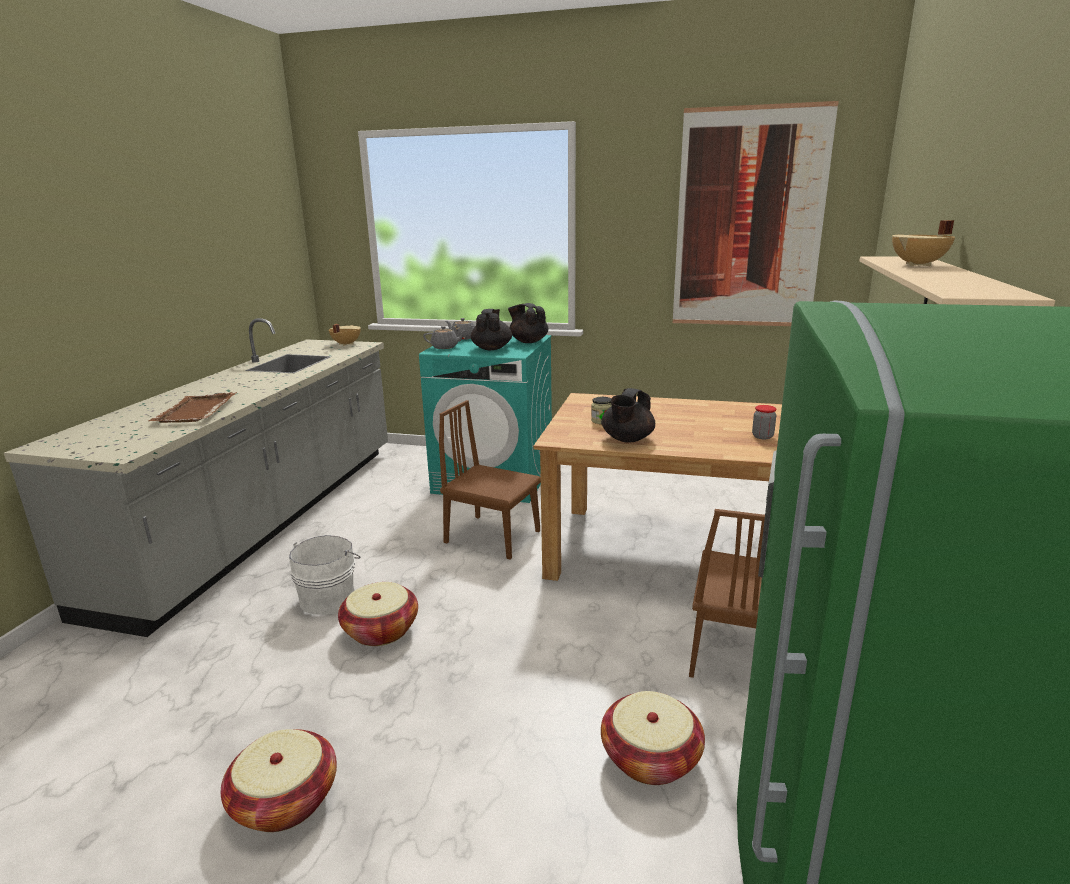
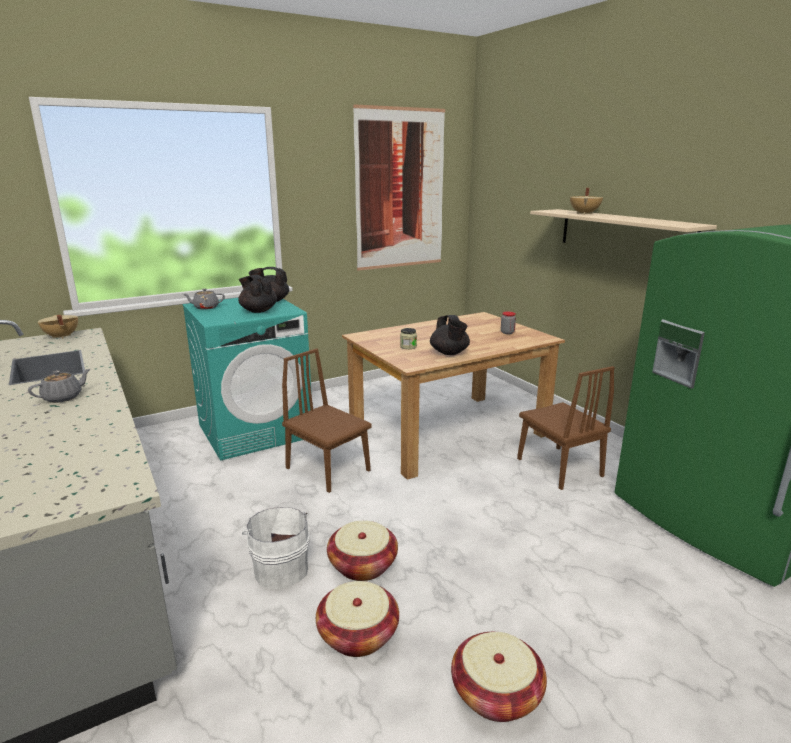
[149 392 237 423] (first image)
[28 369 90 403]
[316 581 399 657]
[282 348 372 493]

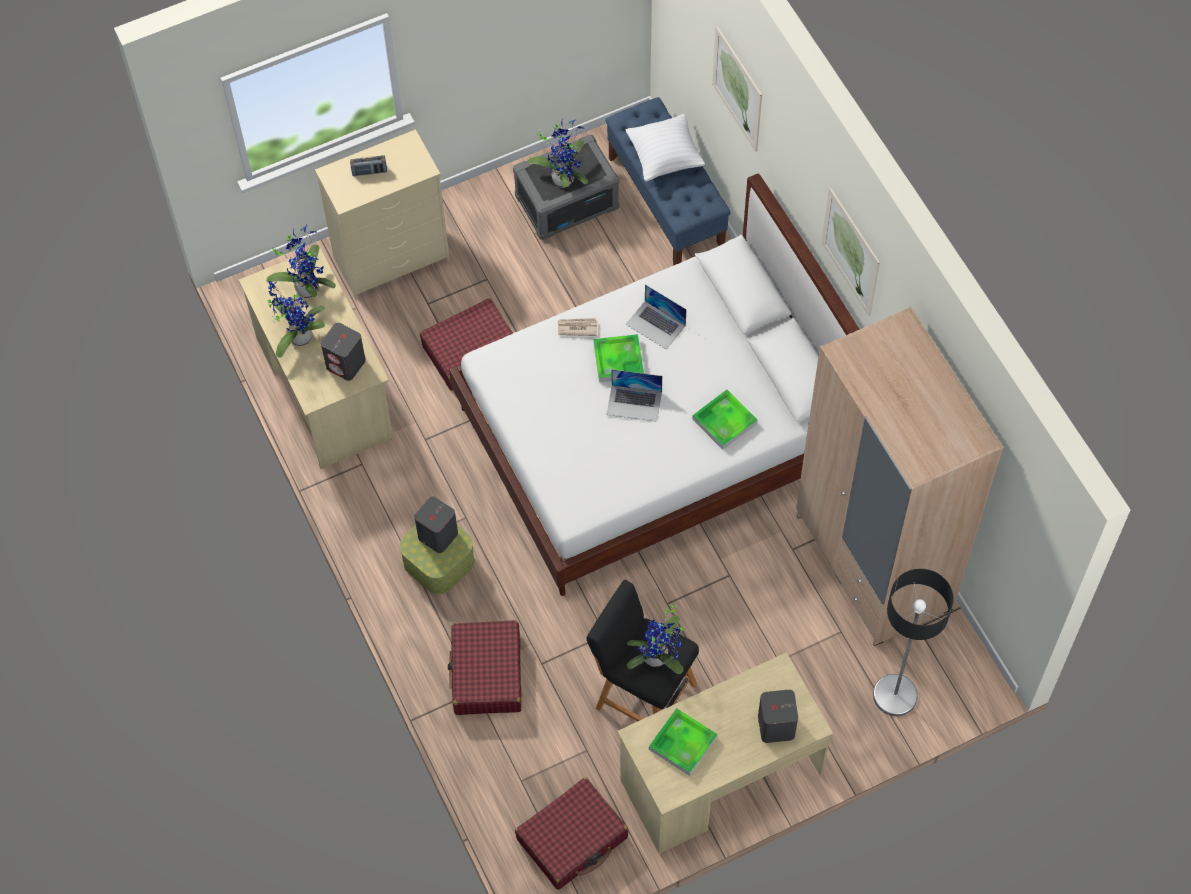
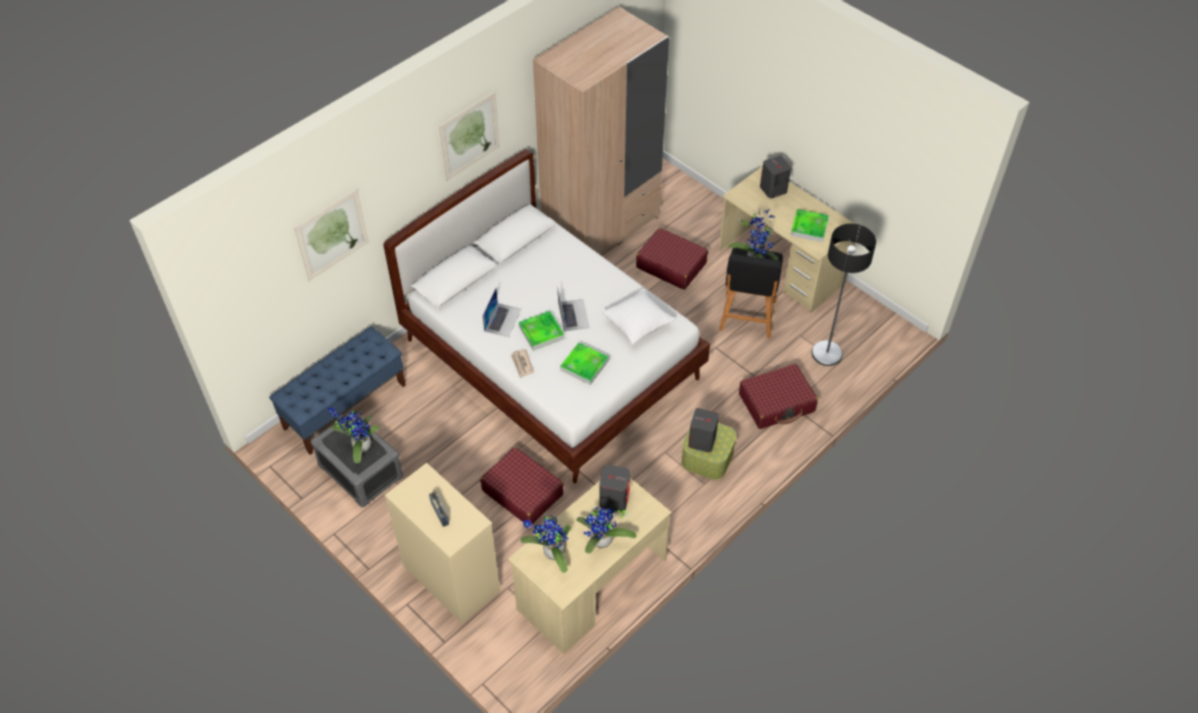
[636 228 708 290]
[602 288 675 345]
[560 343 609 385]
[812 224 876 366]

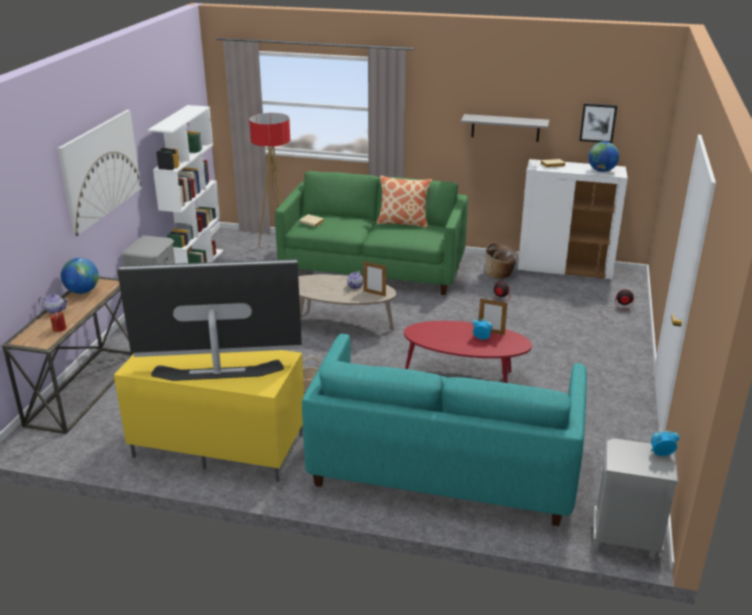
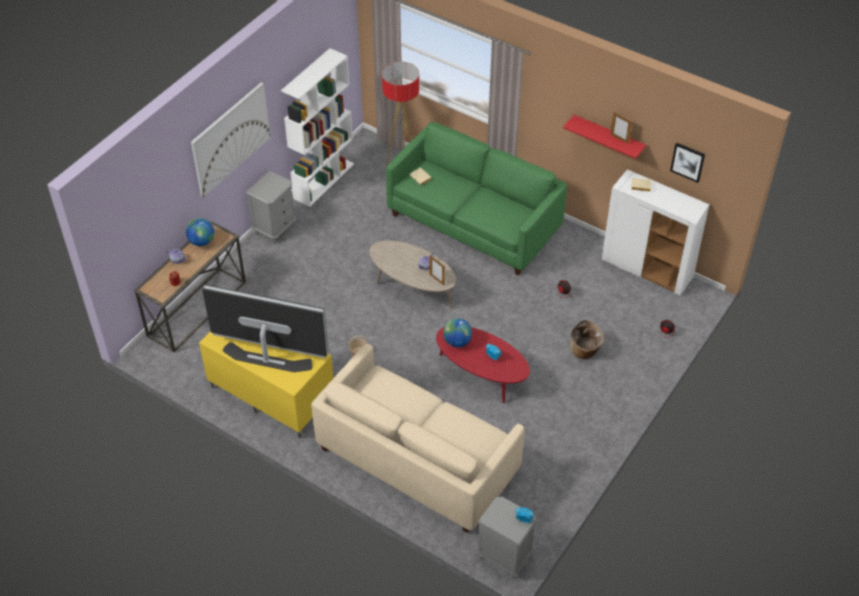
[376 175 432 228] (first image)
[610 112 632 144]
[570 320 604 359]
[443 318 472 347]
[311 343 525 533]
[563 115 646 159]

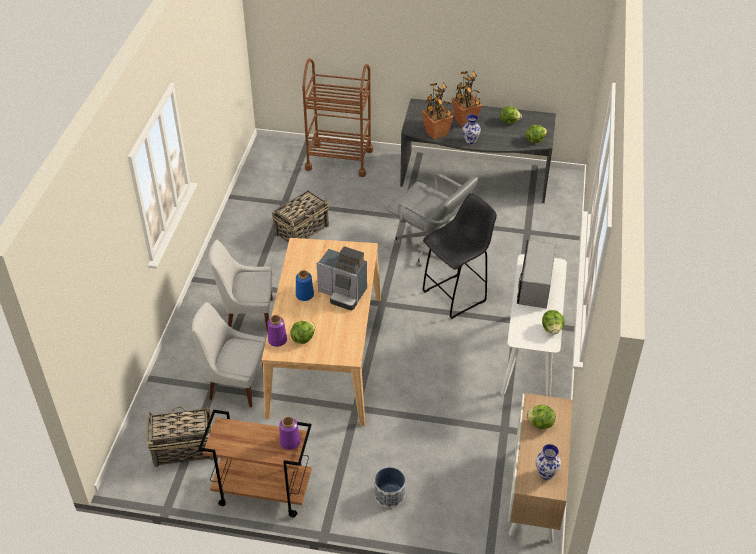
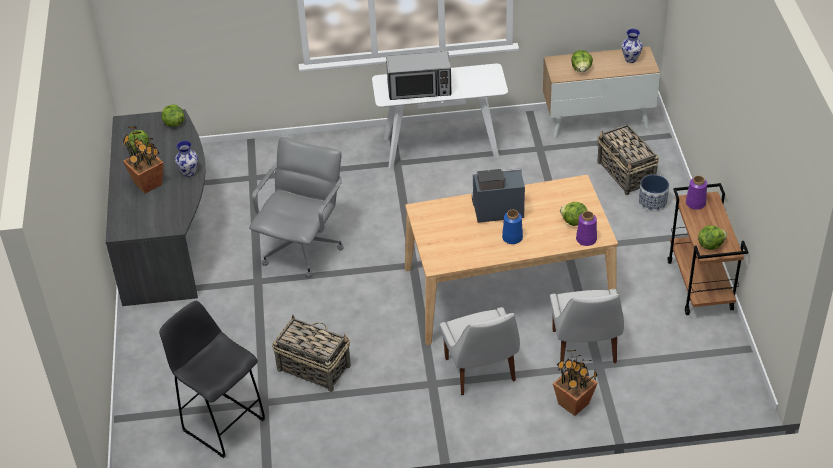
[302 58 373 177] (first image)
[597 124 659 195]
[553 350 598 416]
[159 301 265 458]
[698 225 727 250]
[472 168 525 223]

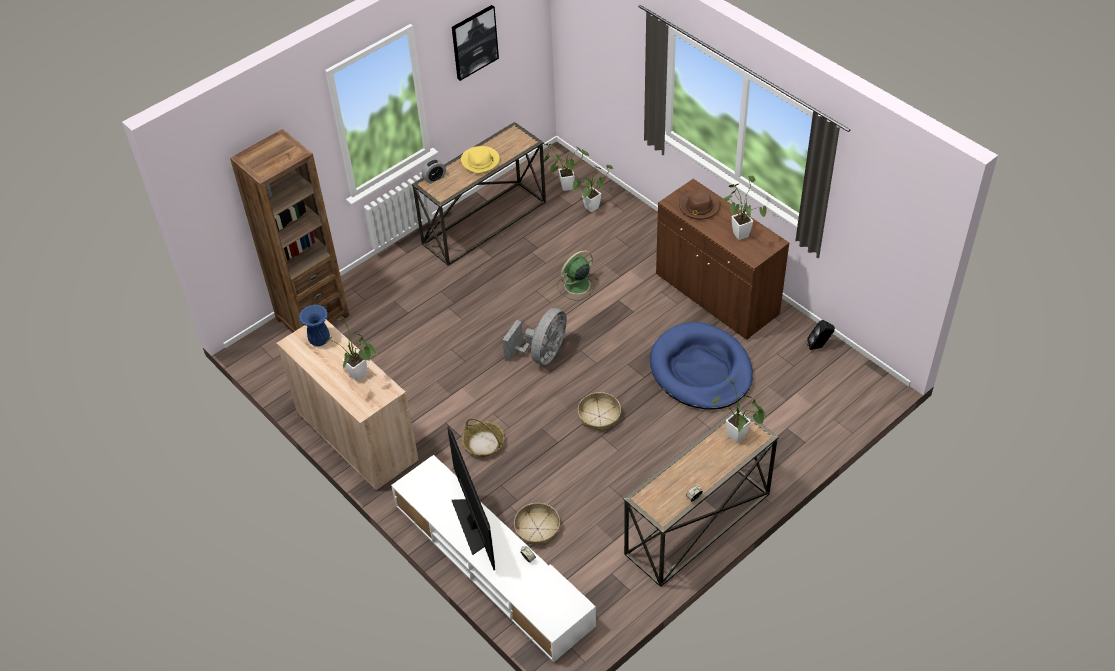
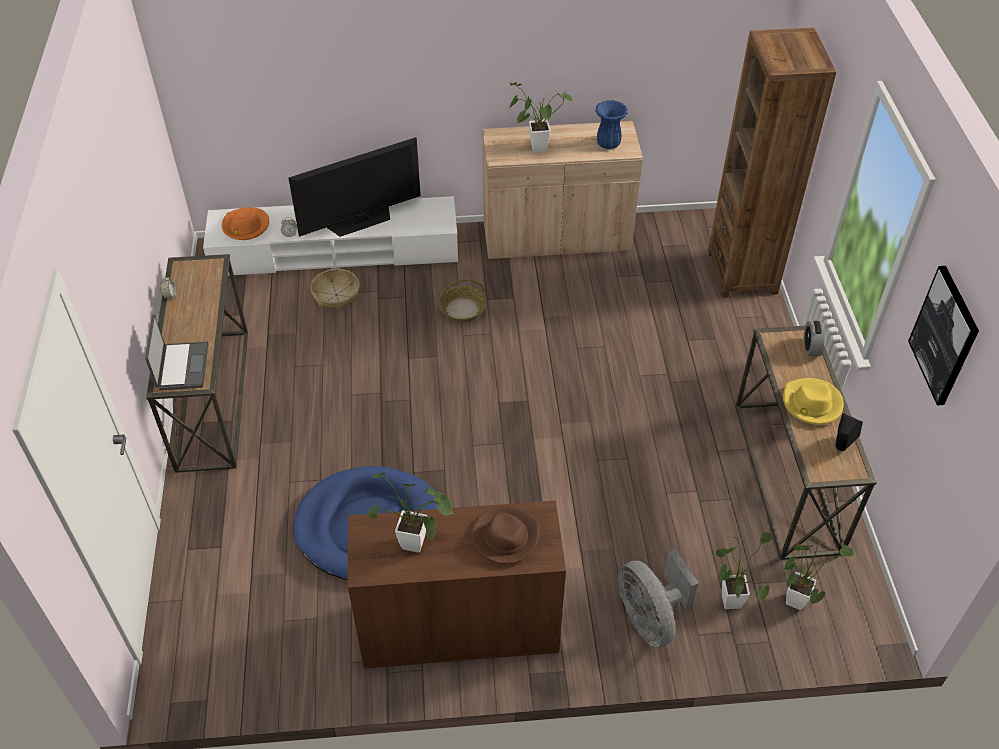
[557 250 597 300] (first image)
[578 392 621 432] (first image)
[222 207 269 240]
[618 549 699 648]
[835 413 863 451]
[145 314 209 390]
[289 137 421 237]

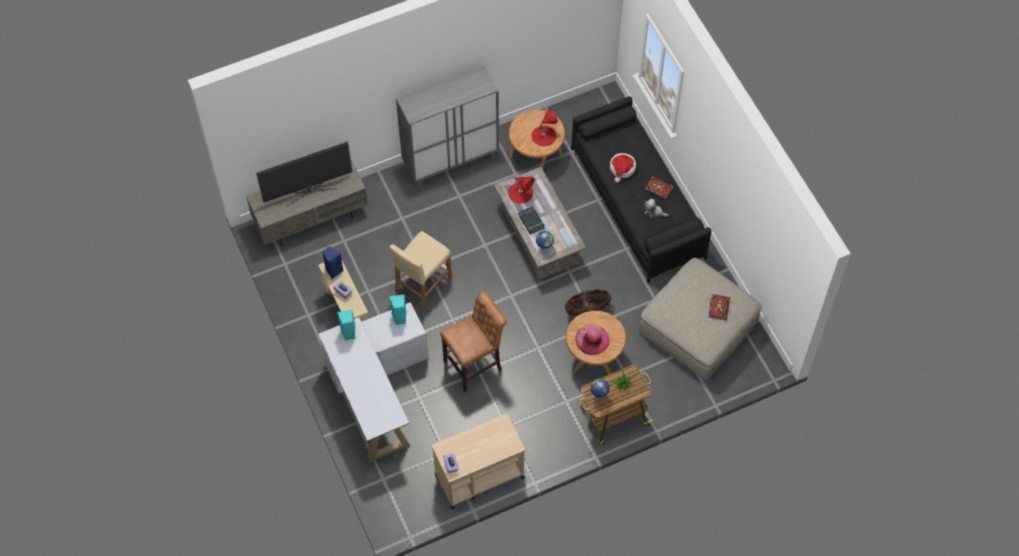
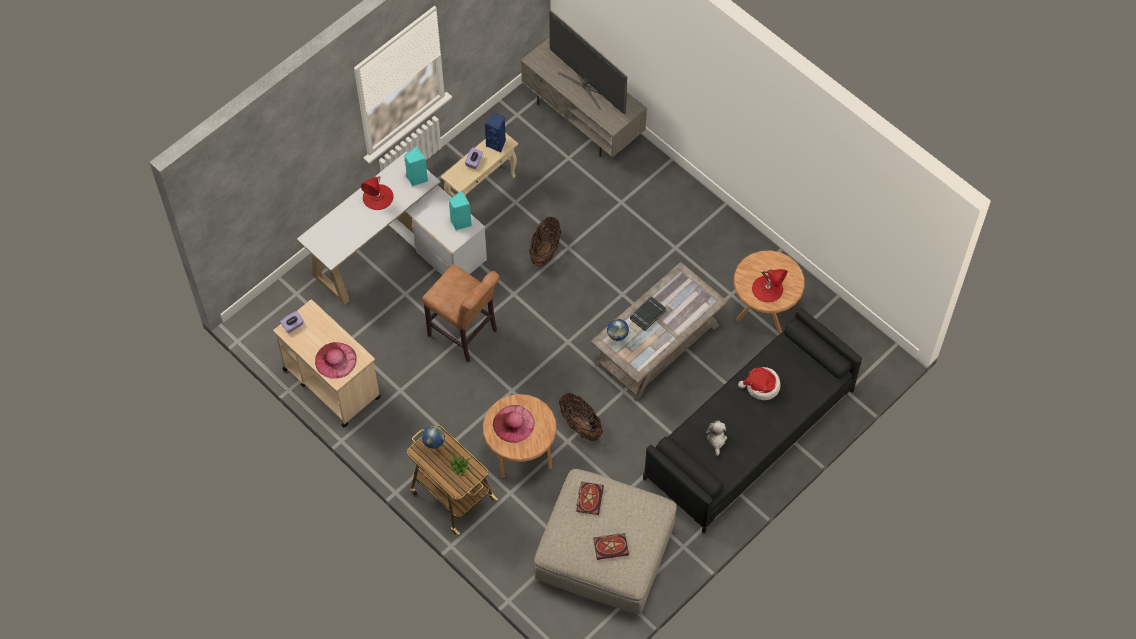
[396 65 499 187] (first image)
[315 342 357 379]
[361 176 393 210]
[576 482 604 515]
[529 216 561 267]

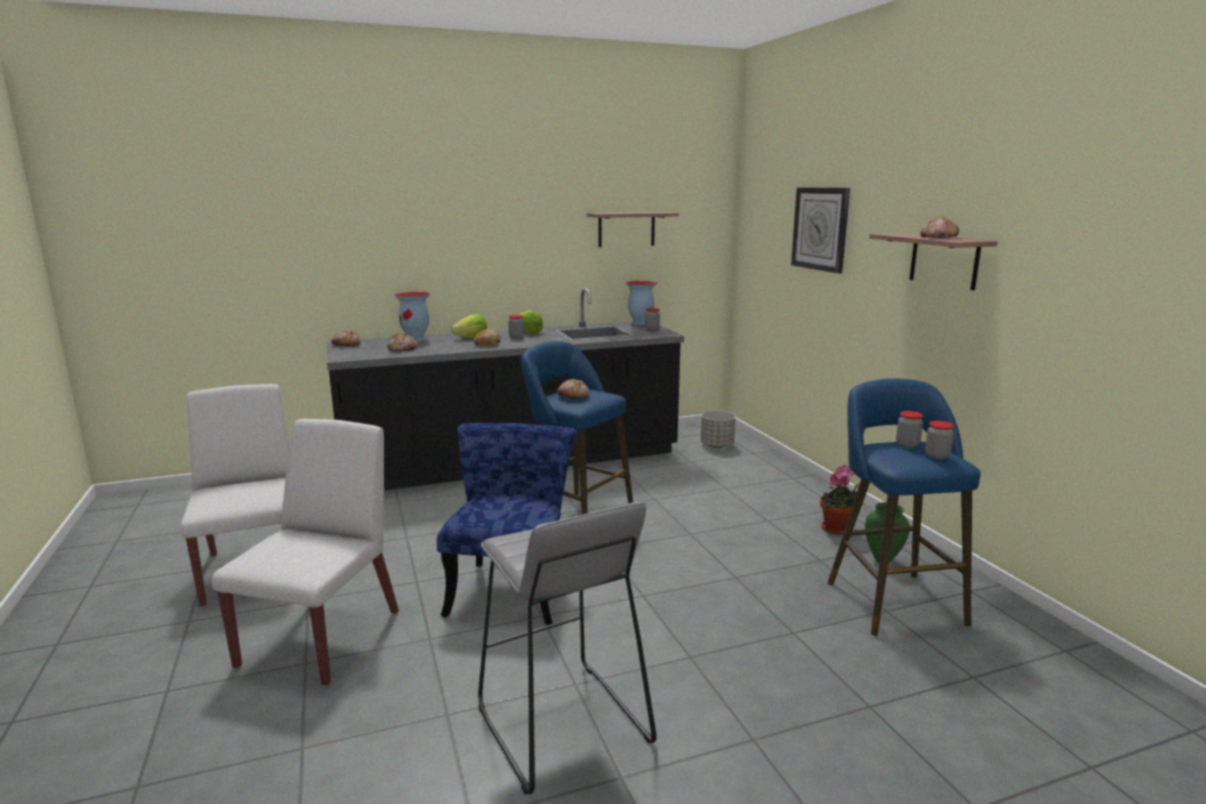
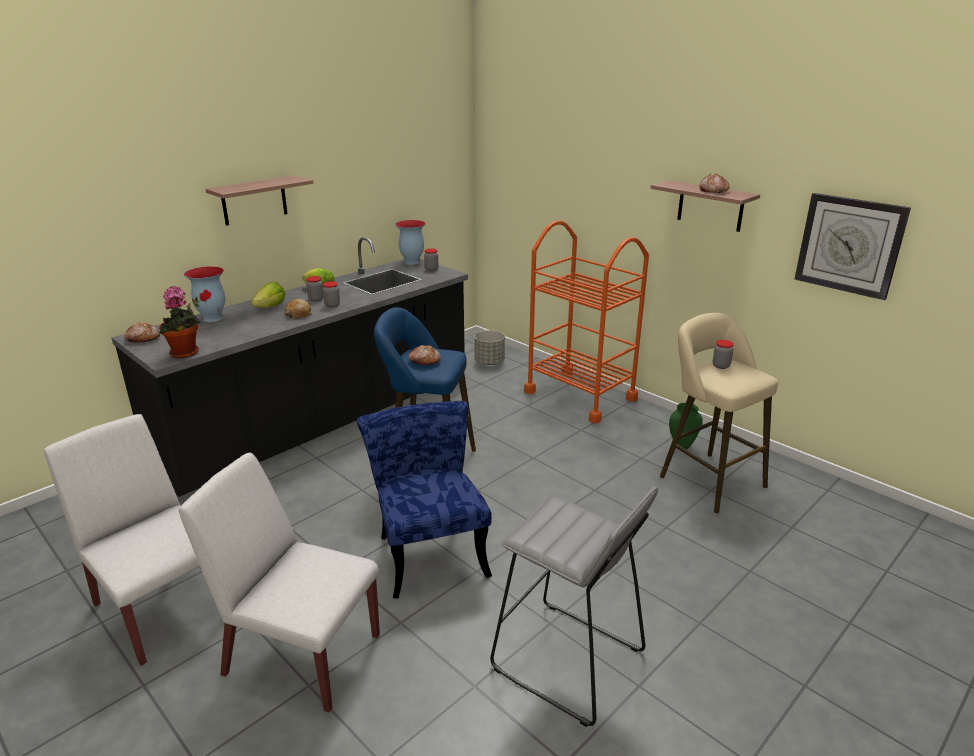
[387 333 418 351] (first image)
[524 221 649 424]
[205 175 313 226]
[795 193 911 300]
[159 286 200 358]
[323 281 340 307]
[660 313 778 513]
[179 452 380 712]

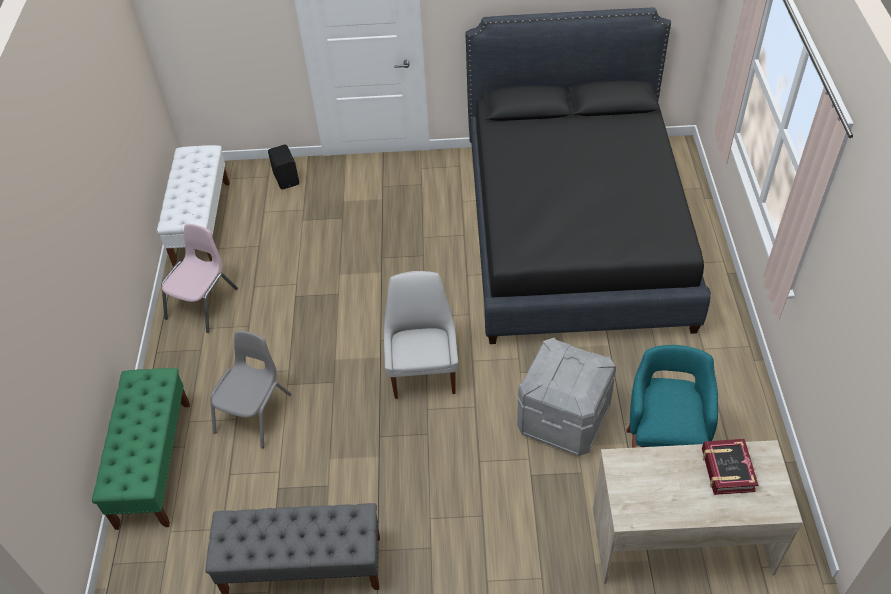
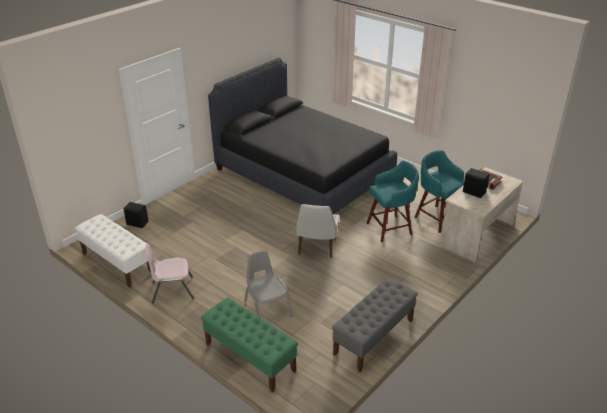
[463 168 489 198]
[366 161 419 242]
[145 243 194 303]
[296 204 339 258]

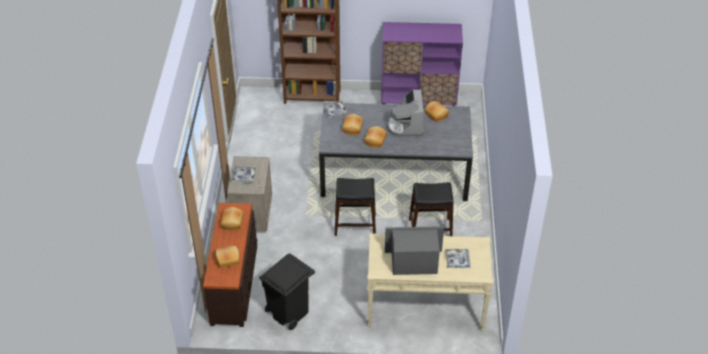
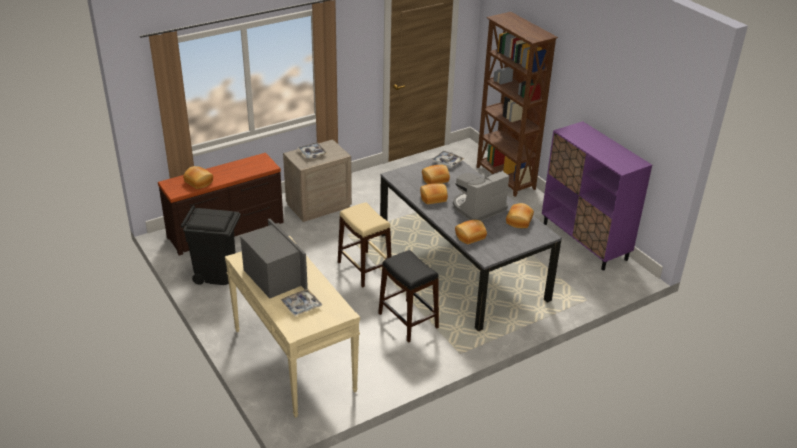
[455 220 487 244]
[338 202 392 288]

